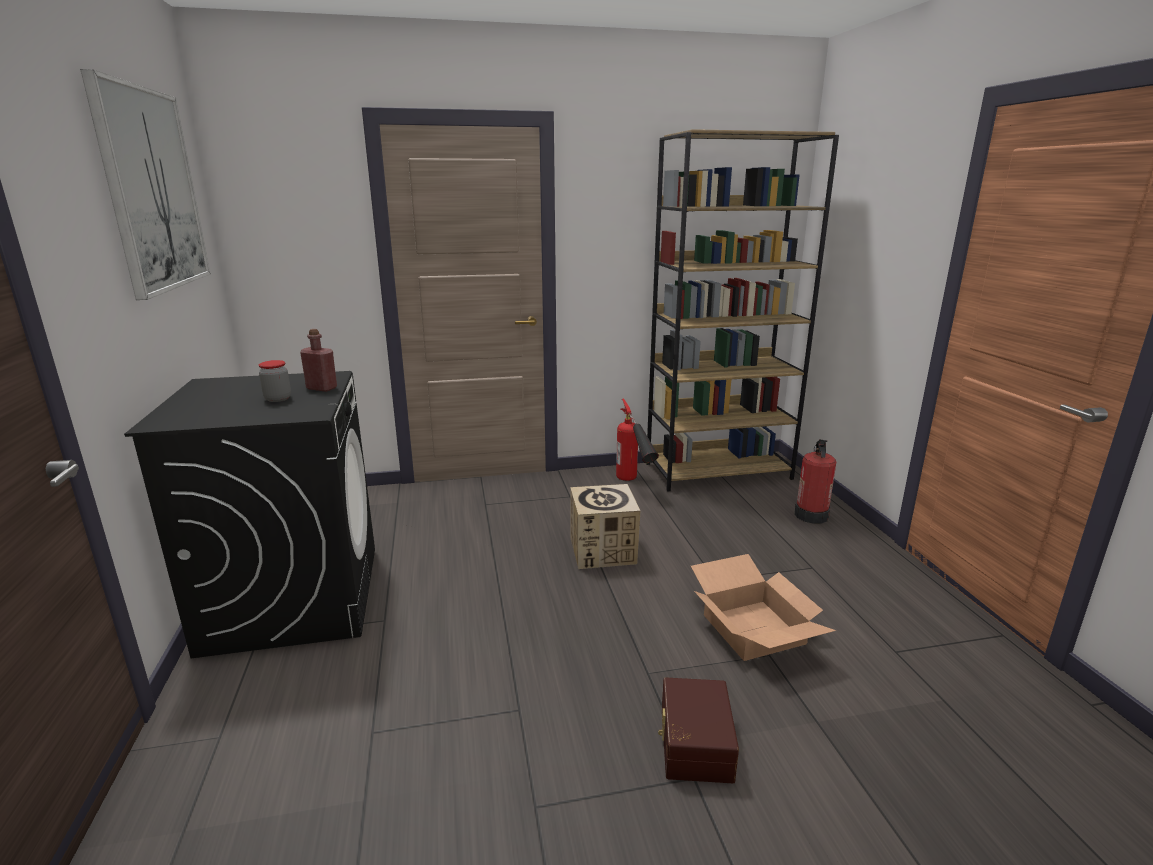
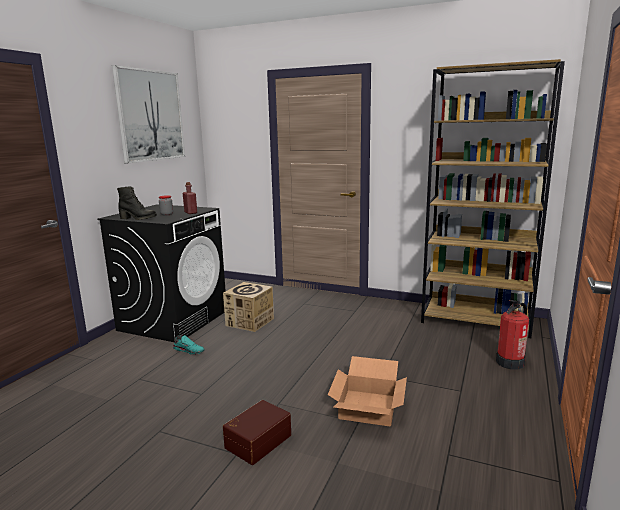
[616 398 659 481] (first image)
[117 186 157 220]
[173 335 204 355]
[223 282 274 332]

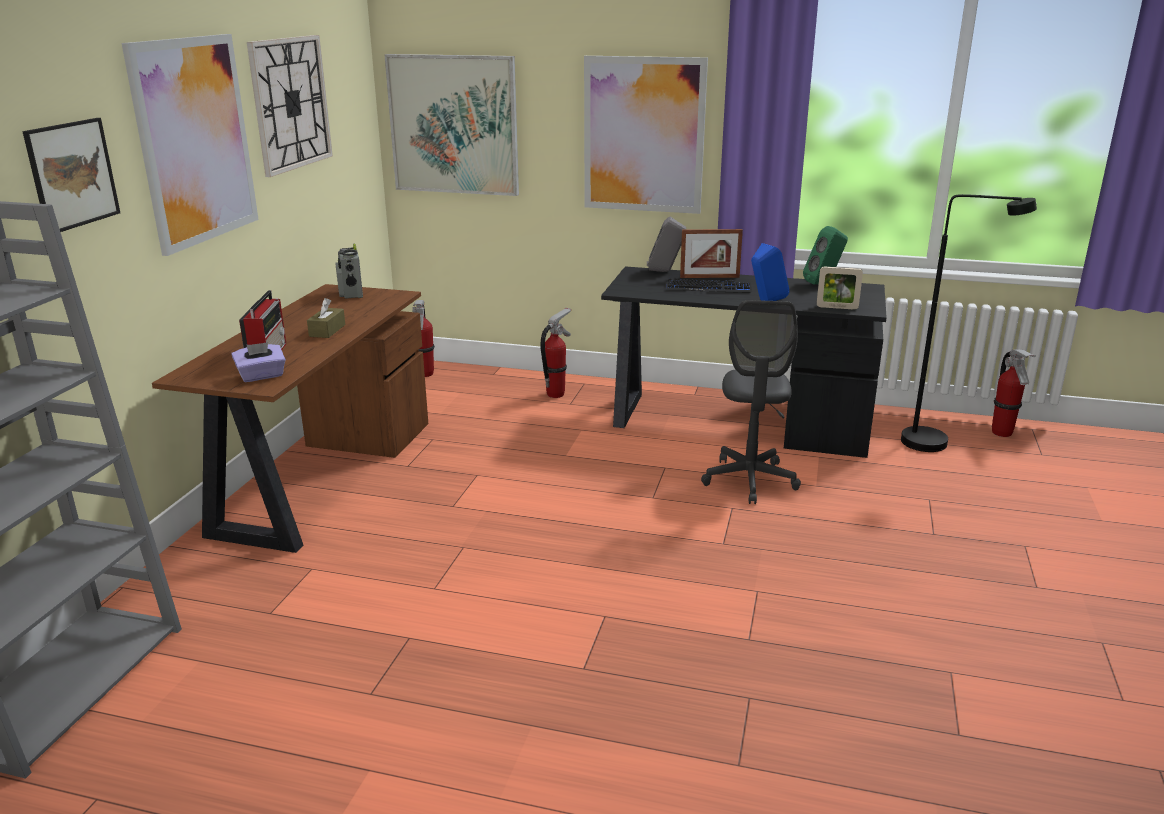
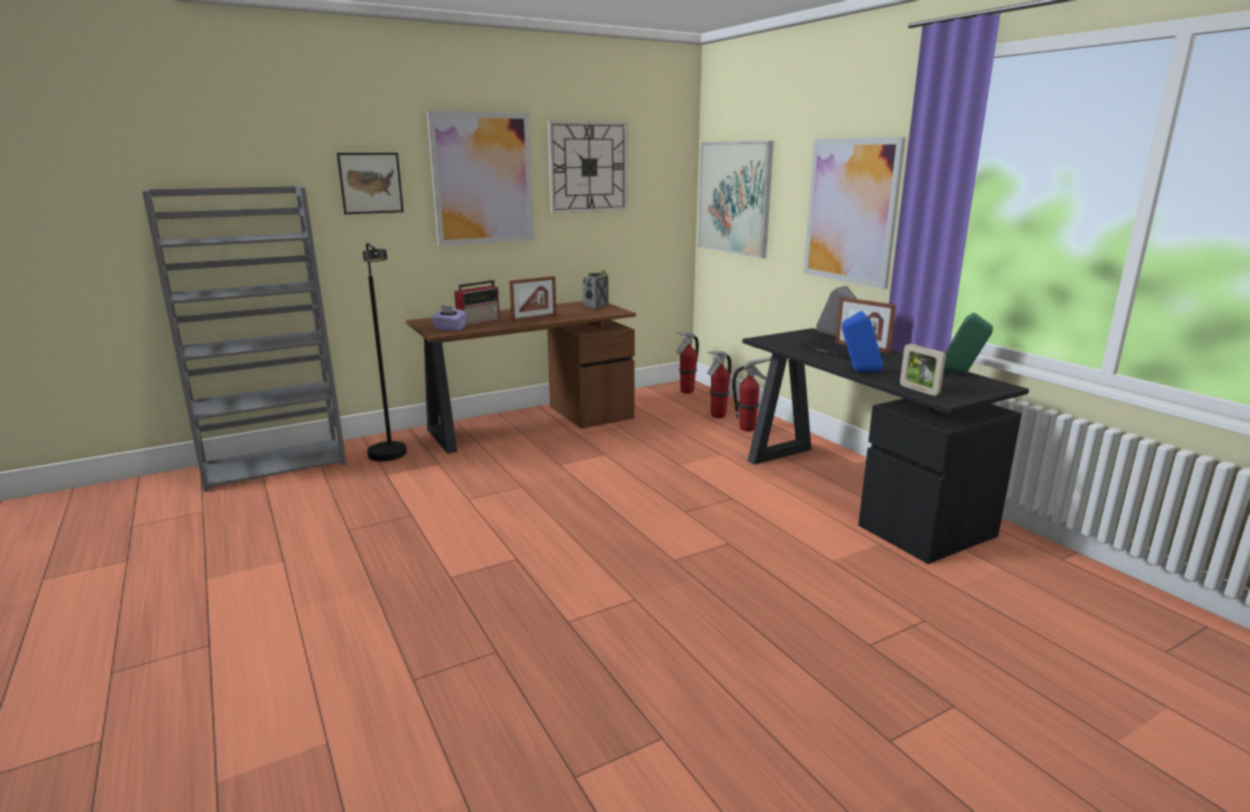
[701 300 801 504] (first image)
[362 243 407 462]
[707 351 731 418]
[509 276 556 322]

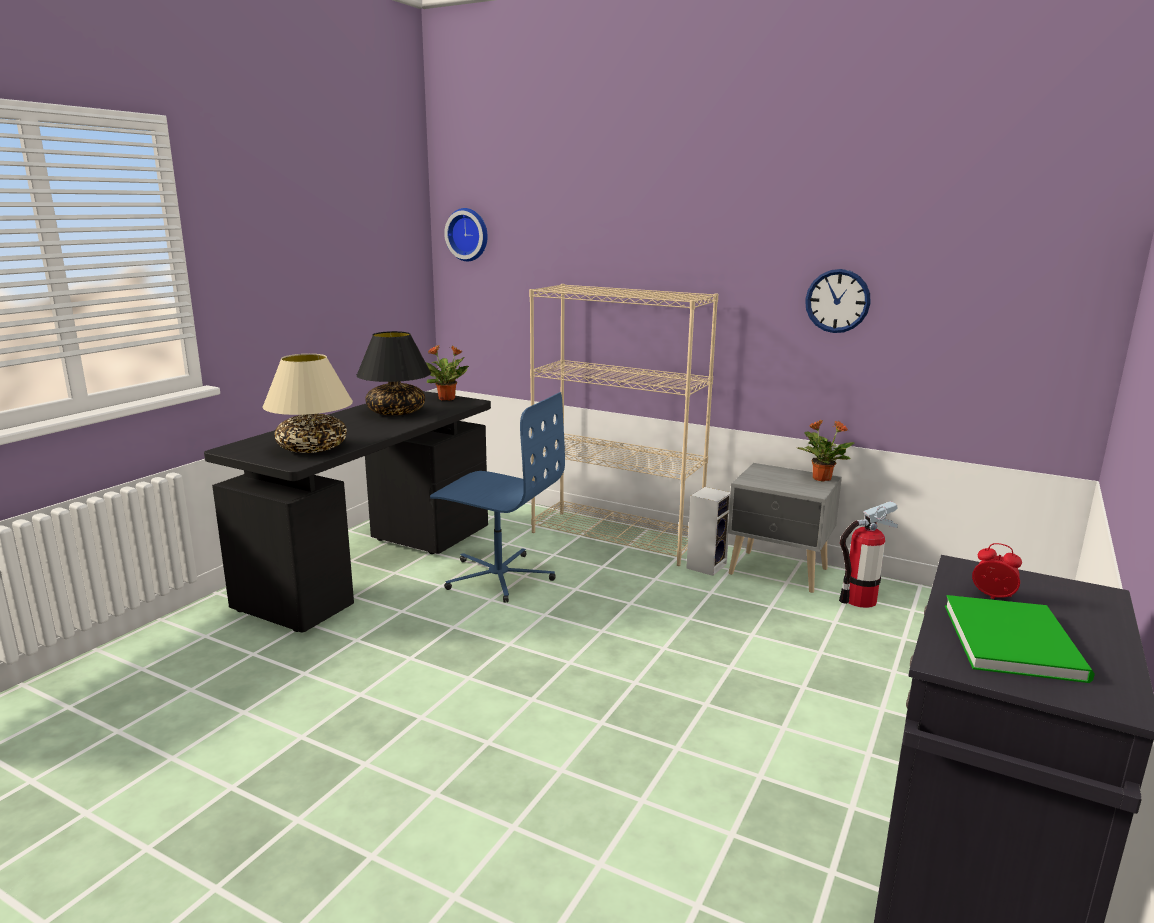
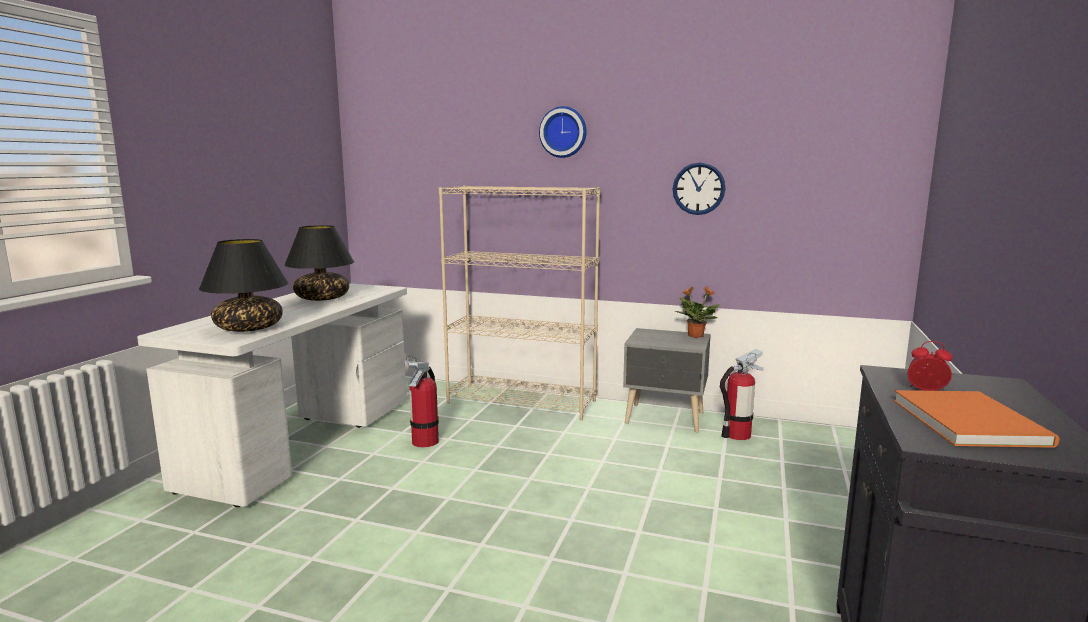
[426 345 469 401] (first image)
[686 487 731 576] (first image)
[539 106 587 158]
[405 355 439 448]
[137 283 407 507]
[199 239 288 332]
[894 390 1060 448]

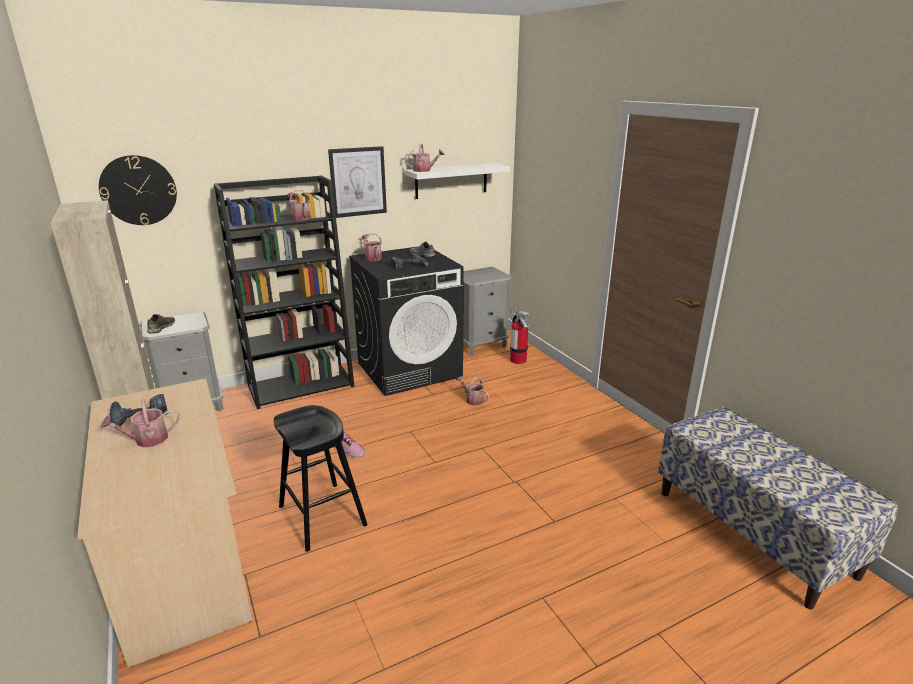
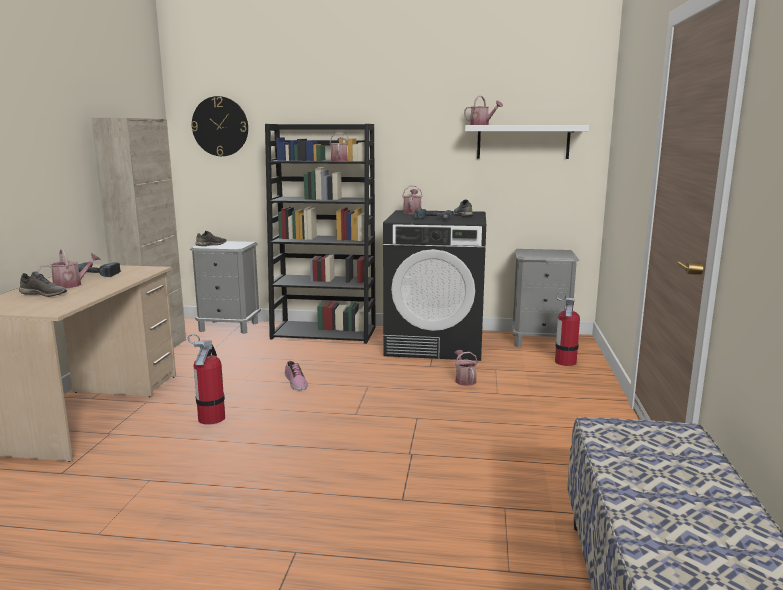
[328 146 387 218] (first image)
[19 272 67 297]
[188 334 225 425]
[37 249 101 288]

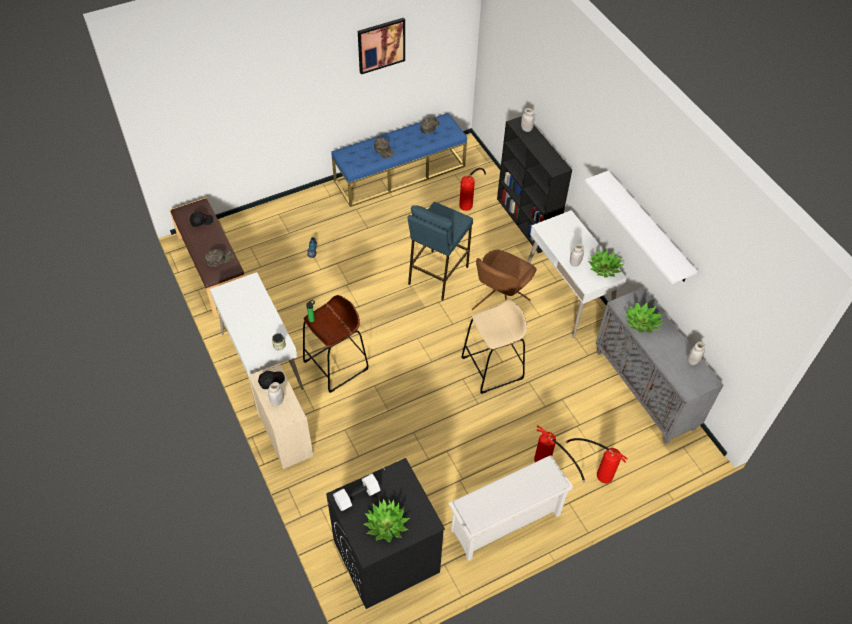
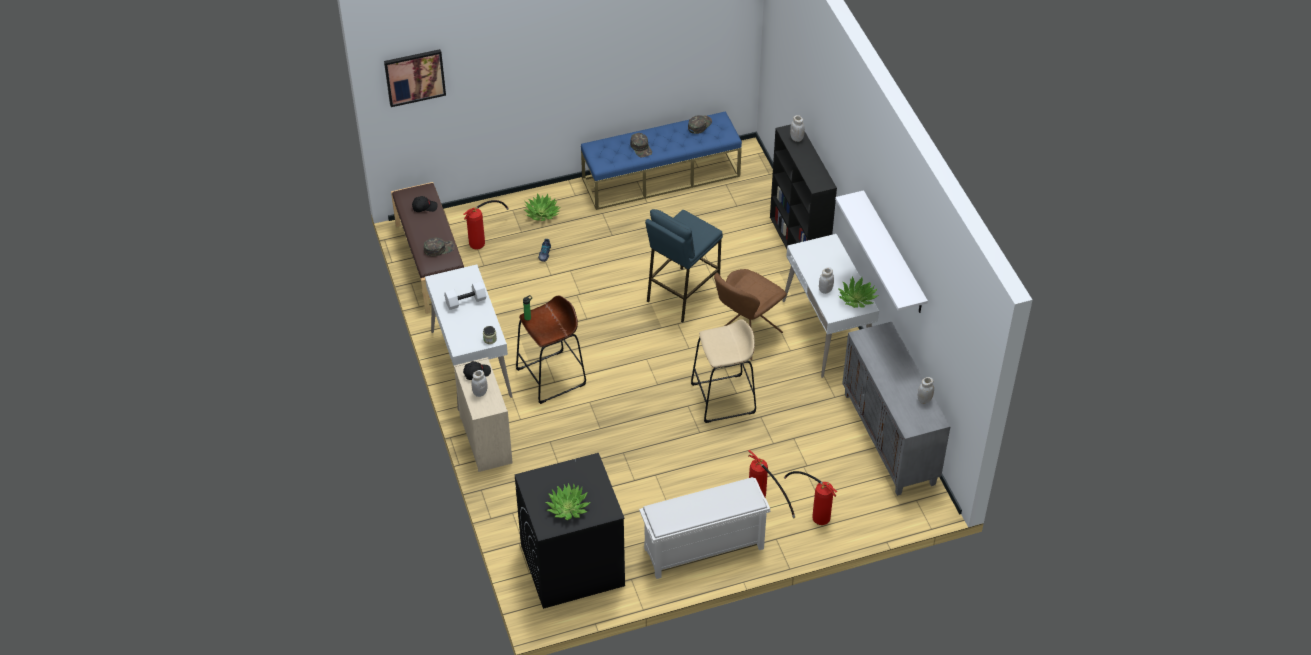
[444 281 487 310]
[384 49 446 107]
[463 200 509 250]
[523 193 560 221]

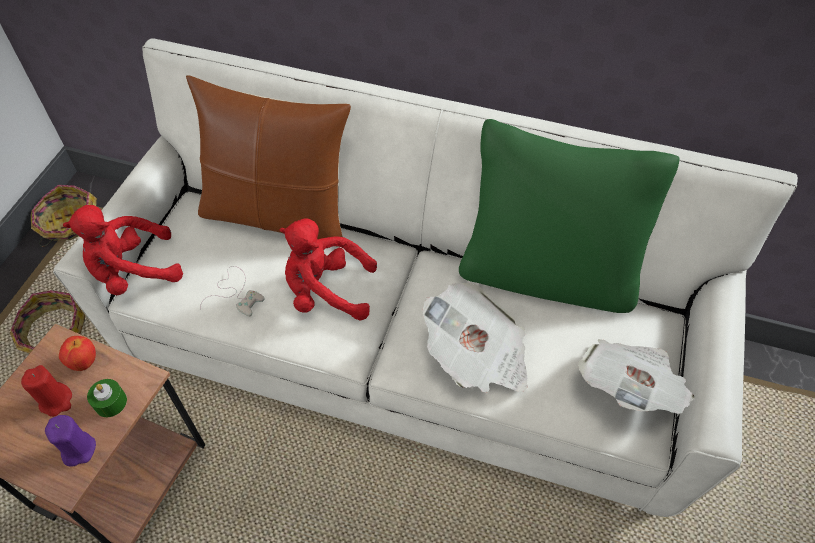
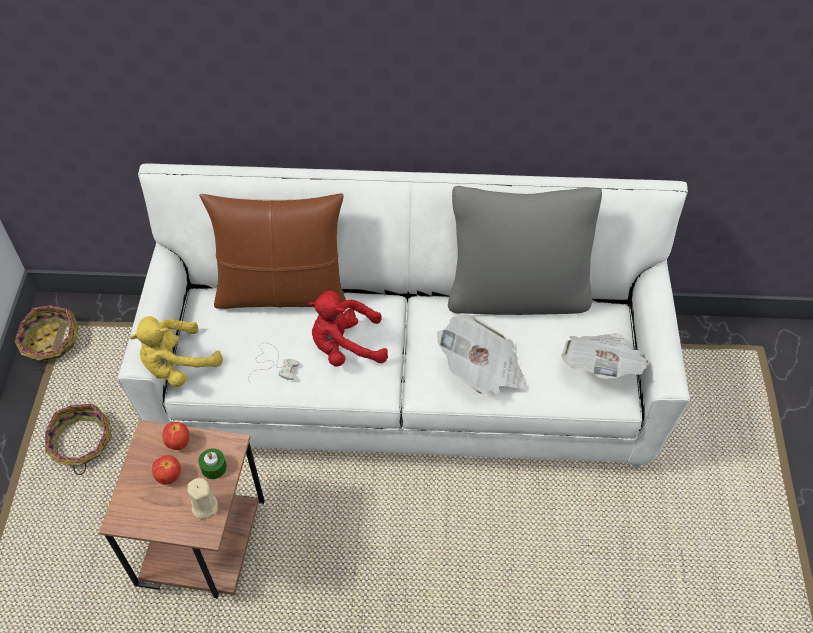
[152 455 181 485]
[187 478 218 519]
[130 316 223 387]
[448 186 602 315]

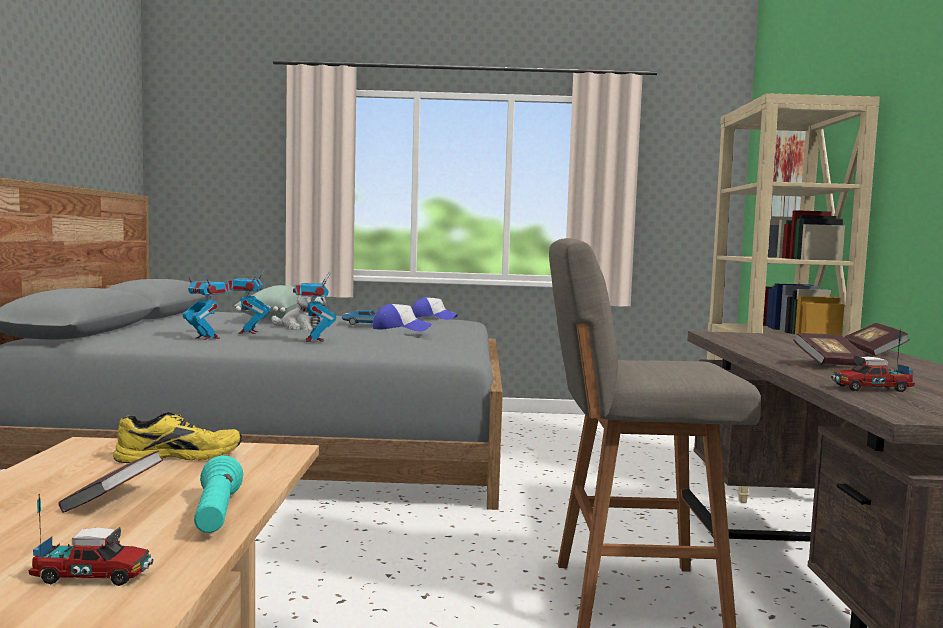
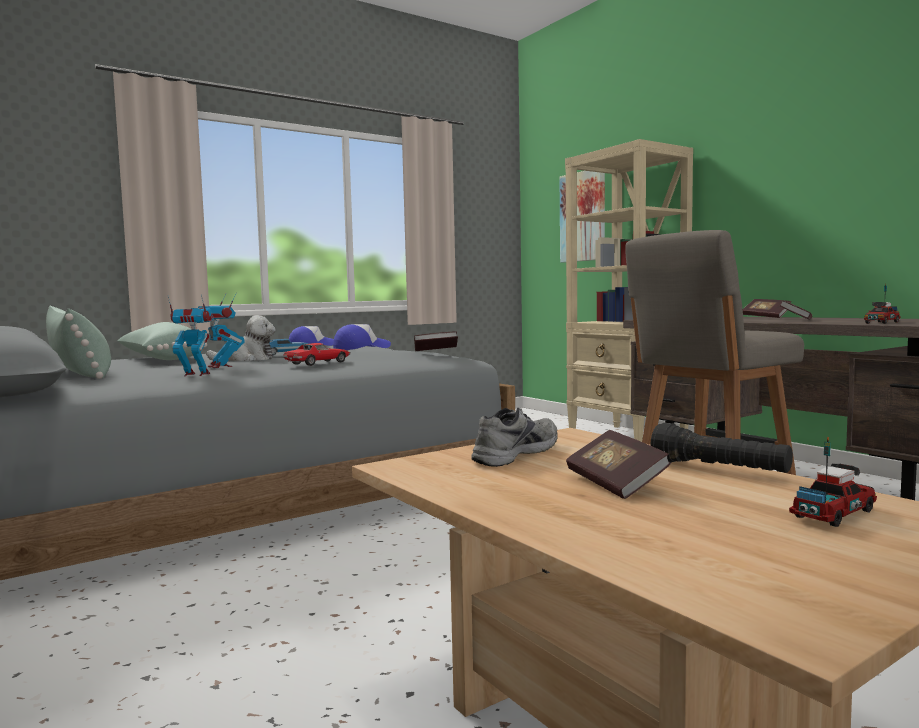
[46 306 111 379]
[414 331 458 351]
[283 343 351 366]
[471 408 557 467]
[650 423 793 473]

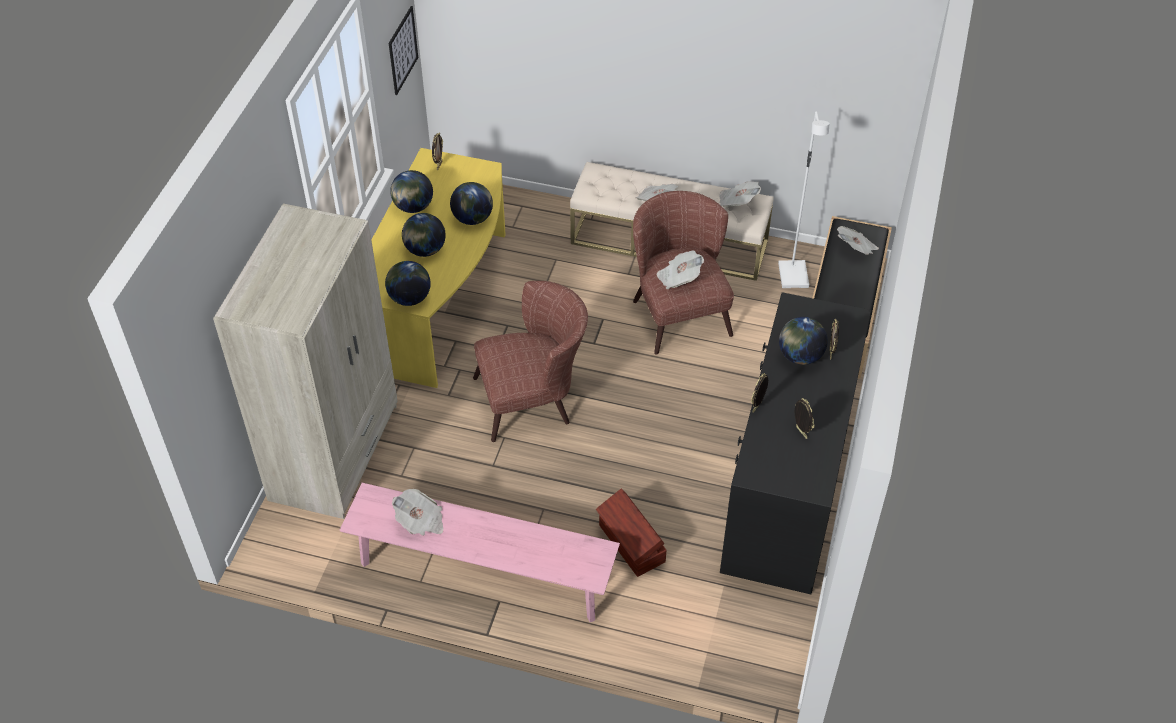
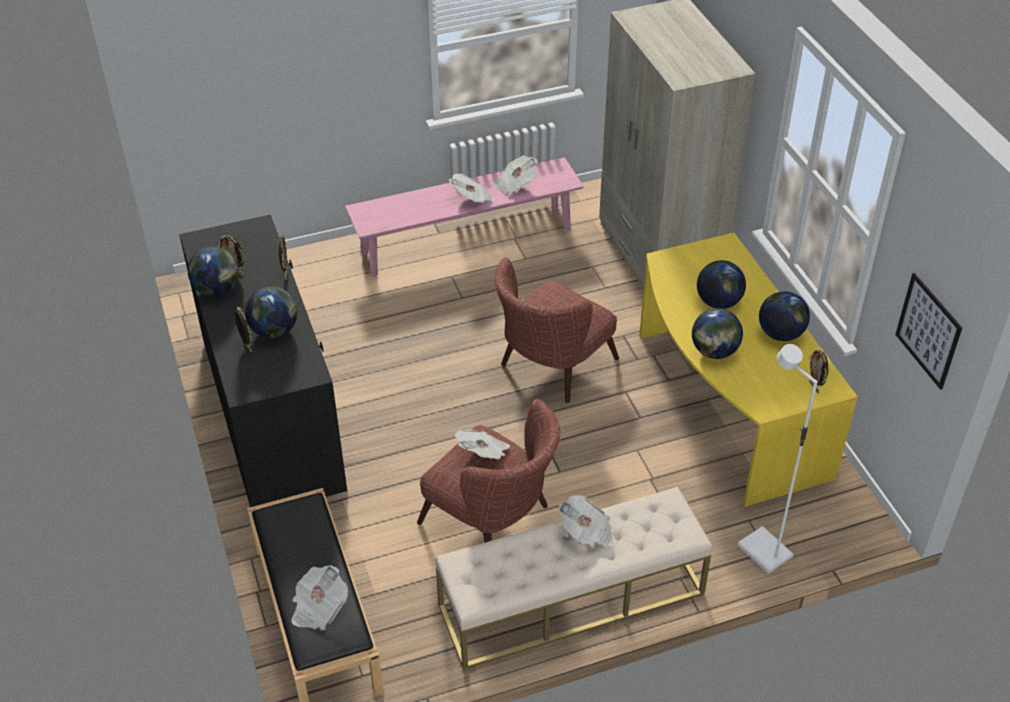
[596 488 666 577] (first image)
[188 246 239 297]
[449 174 495 203]
[737 344 818 574]

